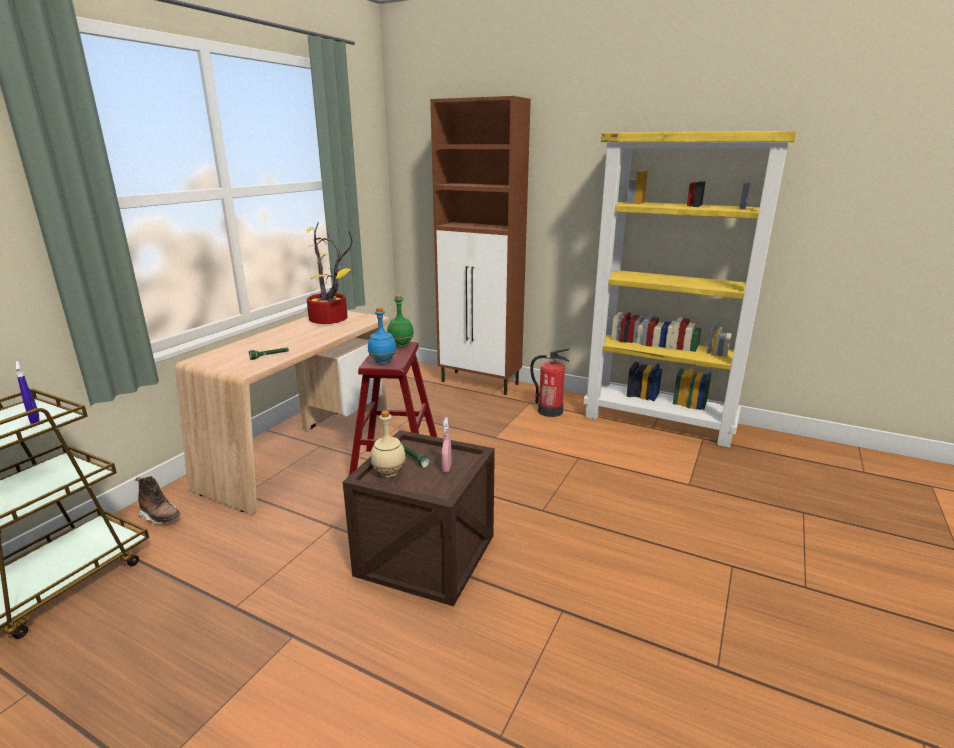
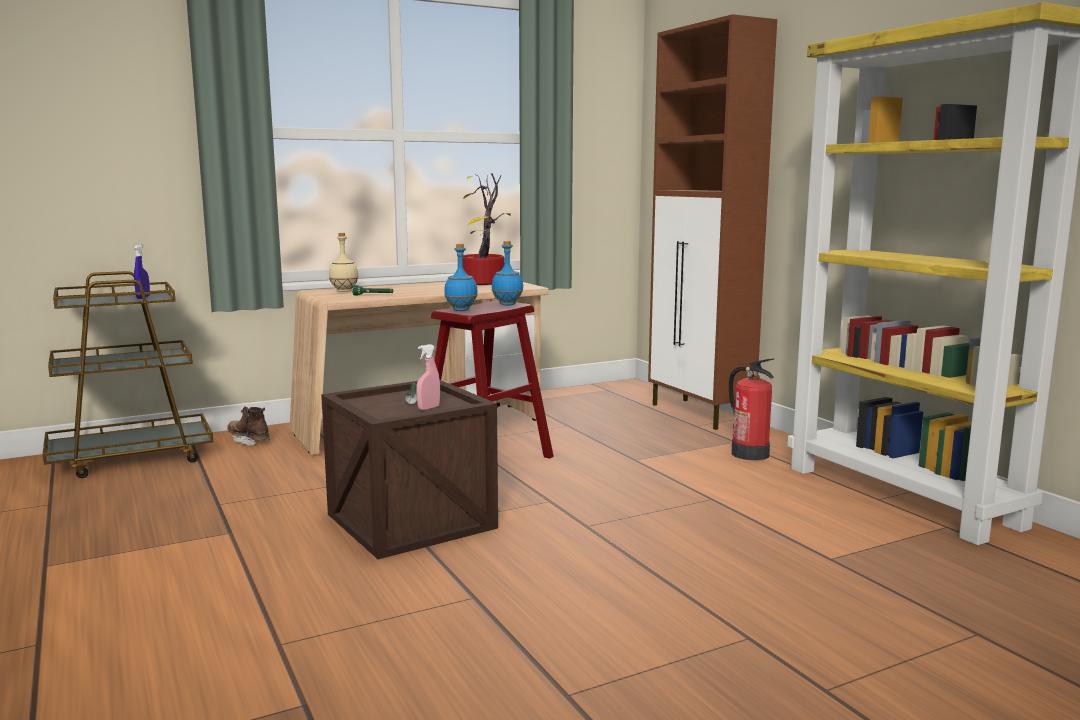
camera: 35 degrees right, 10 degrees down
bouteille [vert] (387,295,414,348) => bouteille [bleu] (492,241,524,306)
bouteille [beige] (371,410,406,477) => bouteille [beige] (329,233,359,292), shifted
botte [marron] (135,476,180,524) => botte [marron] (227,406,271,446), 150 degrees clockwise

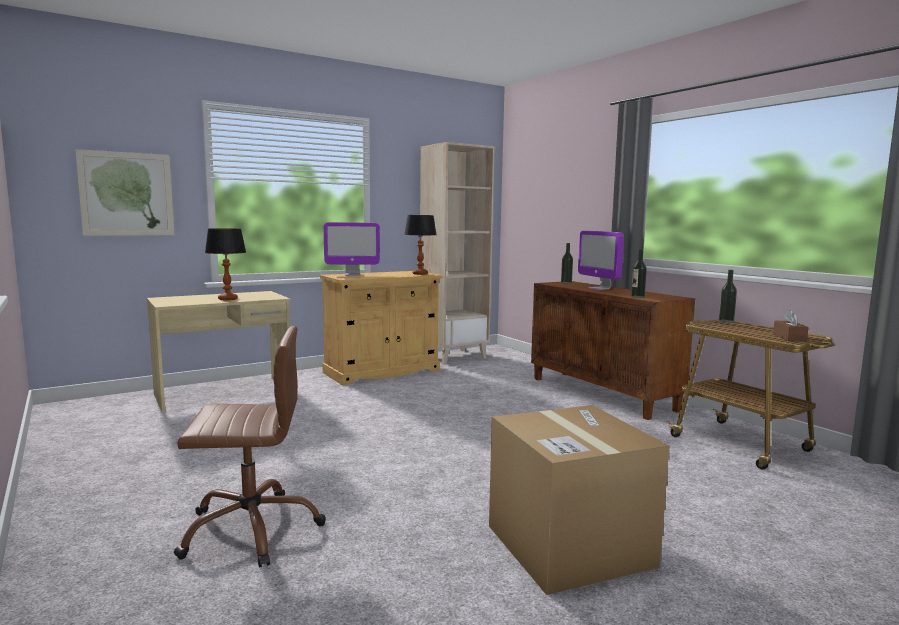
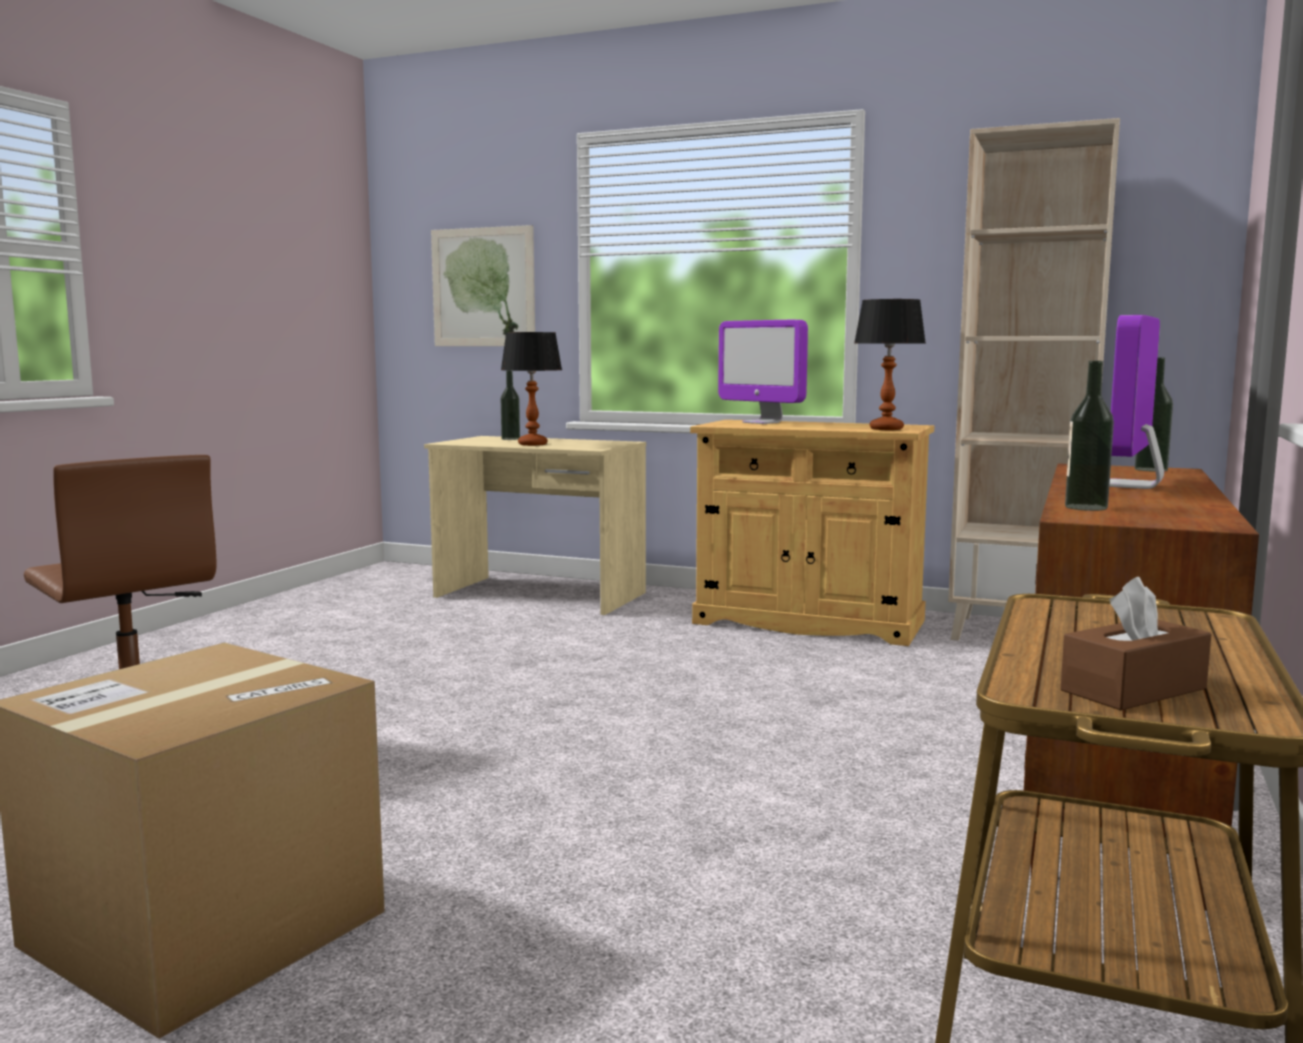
camera: 55 degrees right, 0 degrees up
bouteille (719,270,737,322) => bouteille (501,371,520,440), shifted

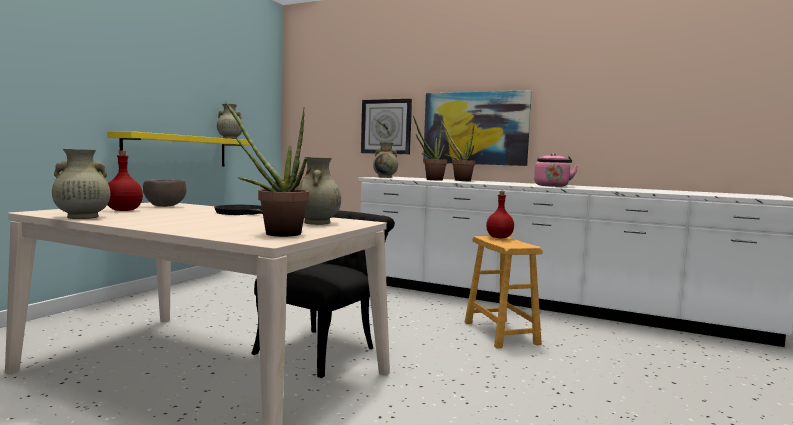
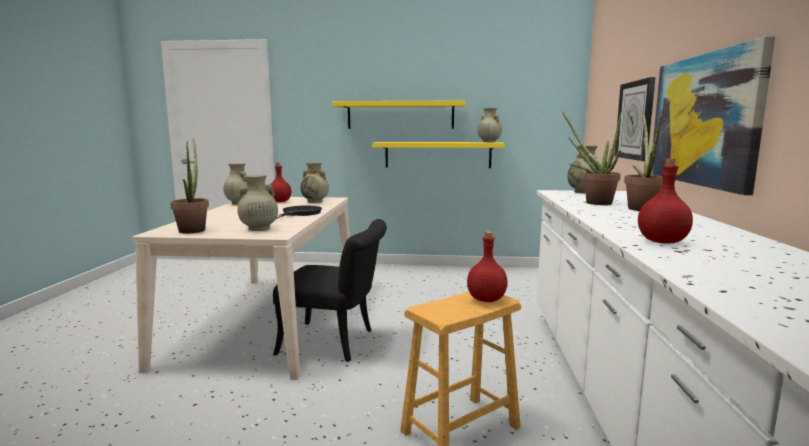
camera: 70 degrees right, 5 degrees up
bouilloire [rose] (534,153,578,187) => bouteille [rouge] (638,159,693,243)
bol [marron] (143,179,187,207) => vase [beige] (300,162,329,203)
nothing => étagère [jaune] (332,100,465,129)

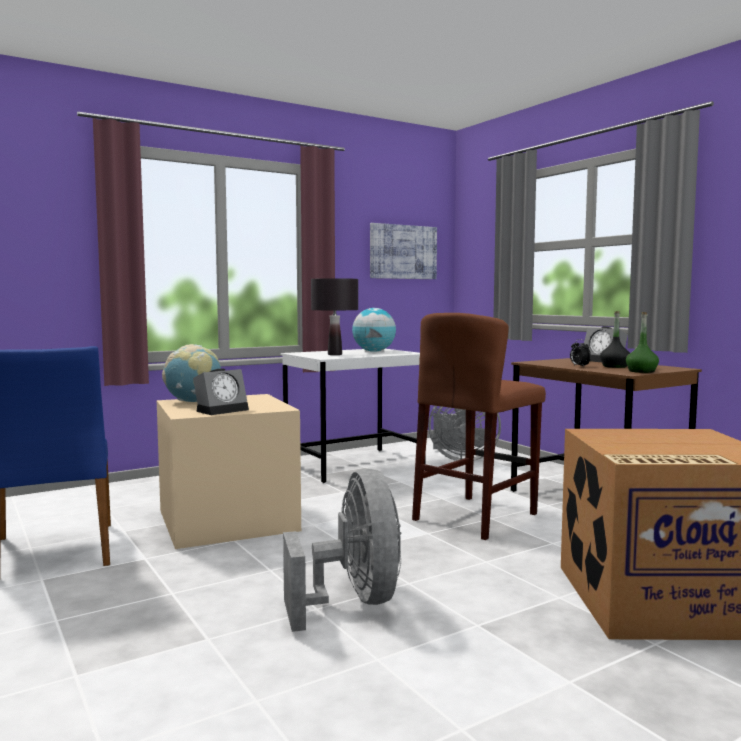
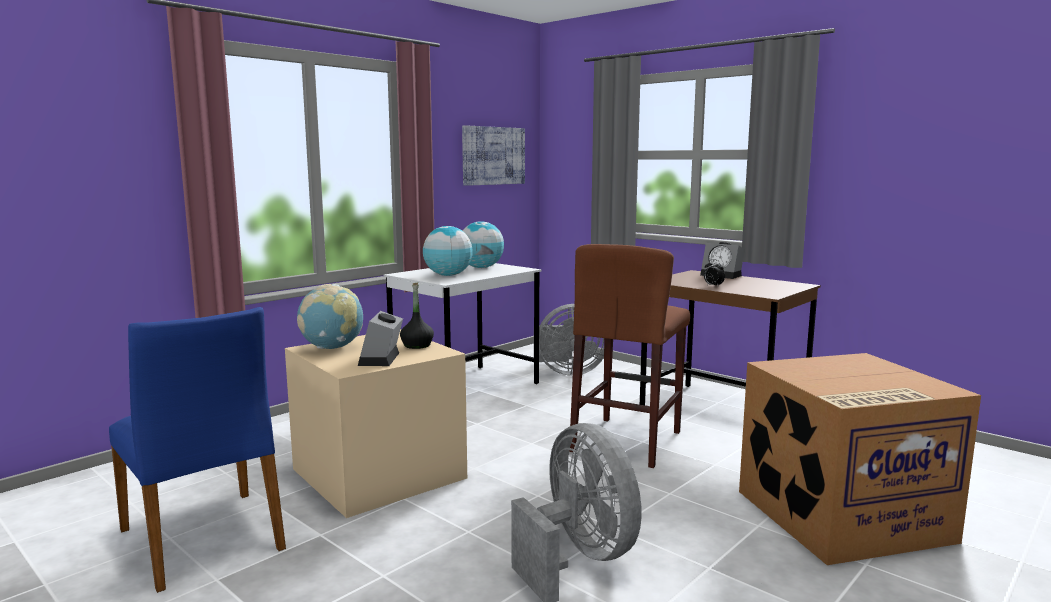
camera: 15 degrees left, 5 degrees up
lampe de table [noir] (311,278,358,355) => globe (423,226,473,276)
bouteille [noir] (600,311,630,368) => bouteille [noir] (400,283,434,349), shifted
bouteille [vert] (626,312,659,373) => nothing
réveil (193,368,249,415) => réveil (358,311,403,366), 150 degrees clockwise

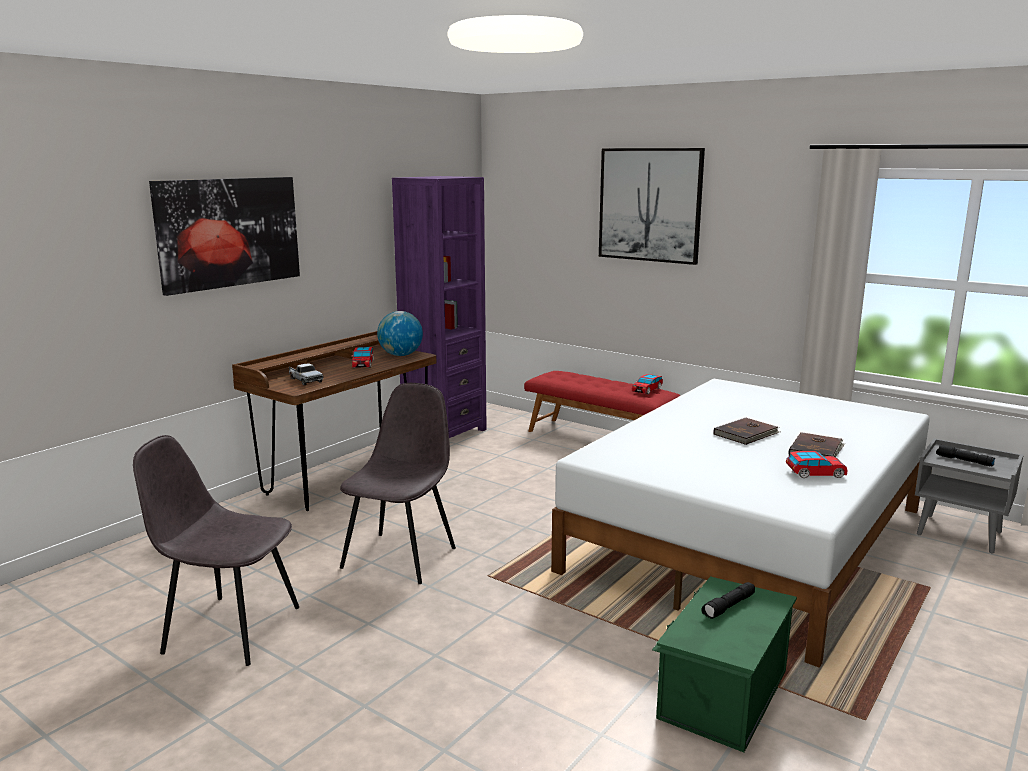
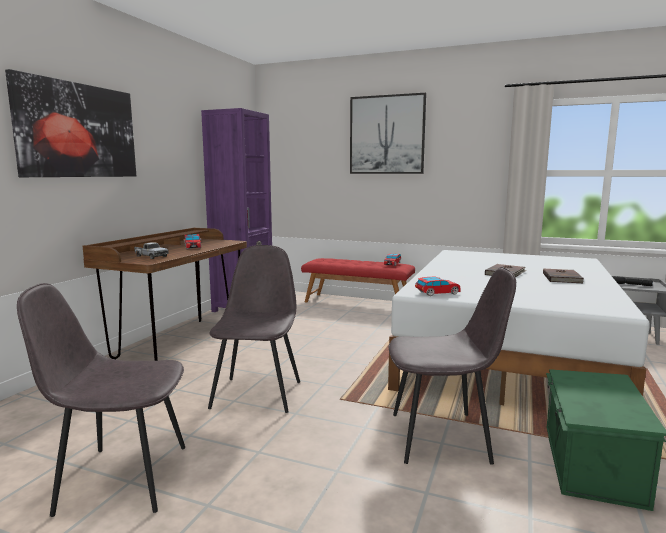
camera: 15 degrees left, 5 degrees down
globe (377,311,423,356) => nothing
petite voiture (786,451,847,478) => petite voiture (415,276,460,296), shifted
lampe de poche [noir] (701,582,755,619) => nothing
nothing => chaise [gris] (389,267,516,465)

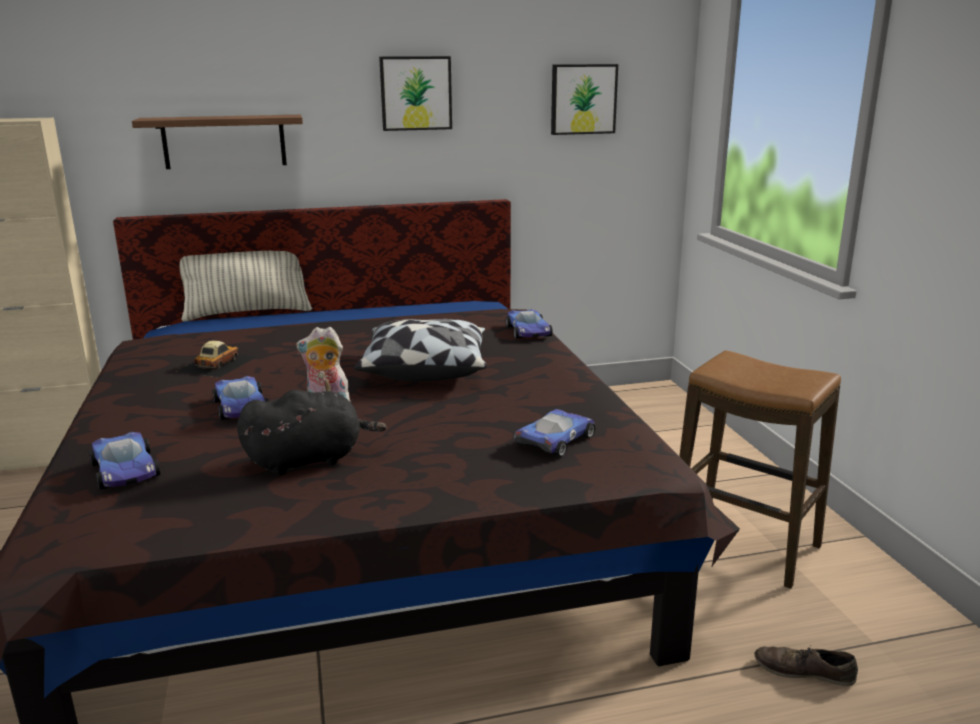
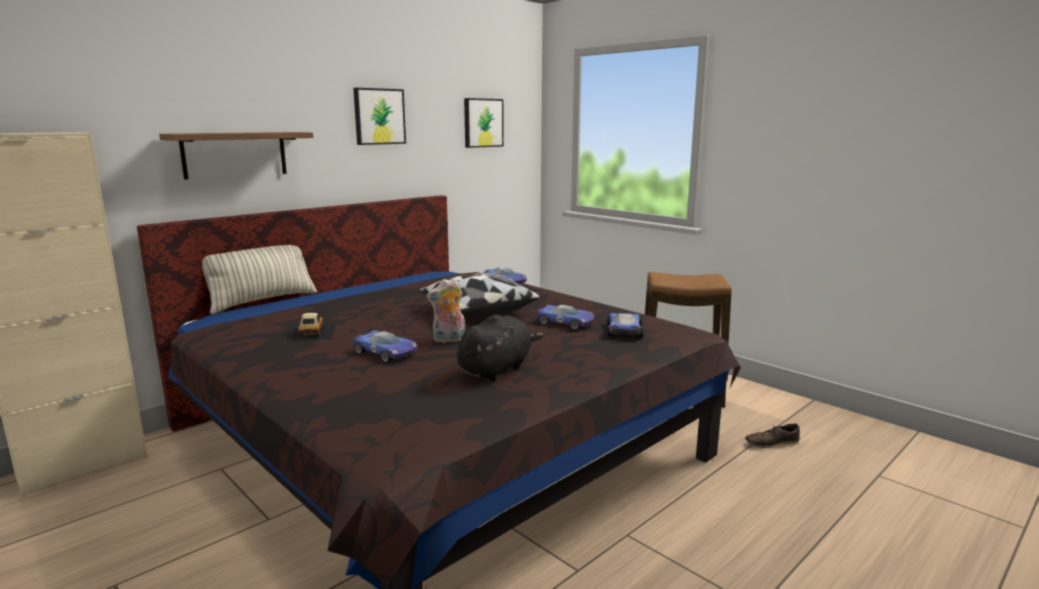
camera: 30 degrees left, 5 degrees down
petite voiture (89,432,161,490) => petite voiture (536,304,594,330), shifted

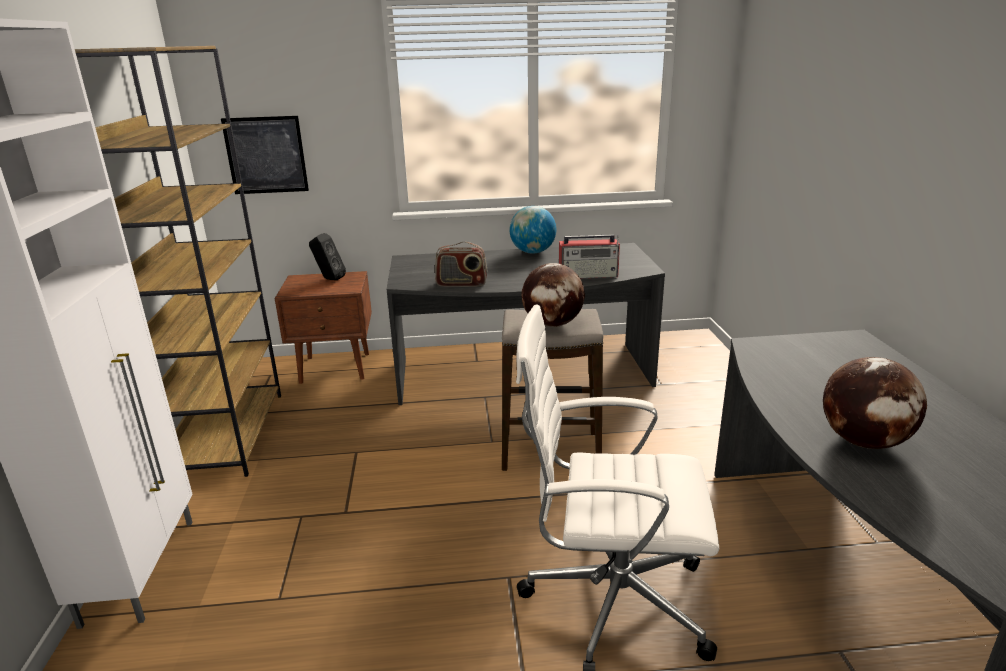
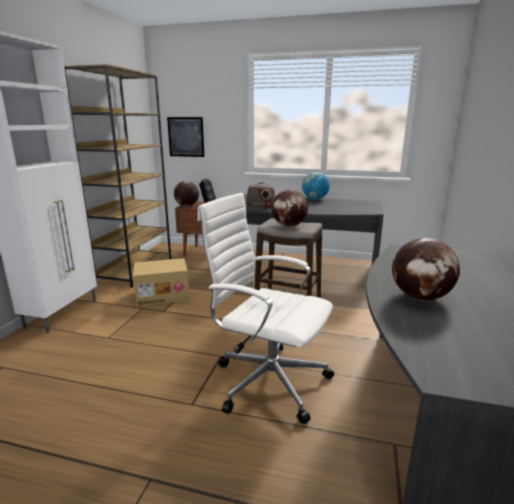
camera: 20 degrees right, 5 degrees down
radio (559,234,620,278) => nothing
nothing => globe (174,181,199,207)
nothing => carton (133,258,190,307)

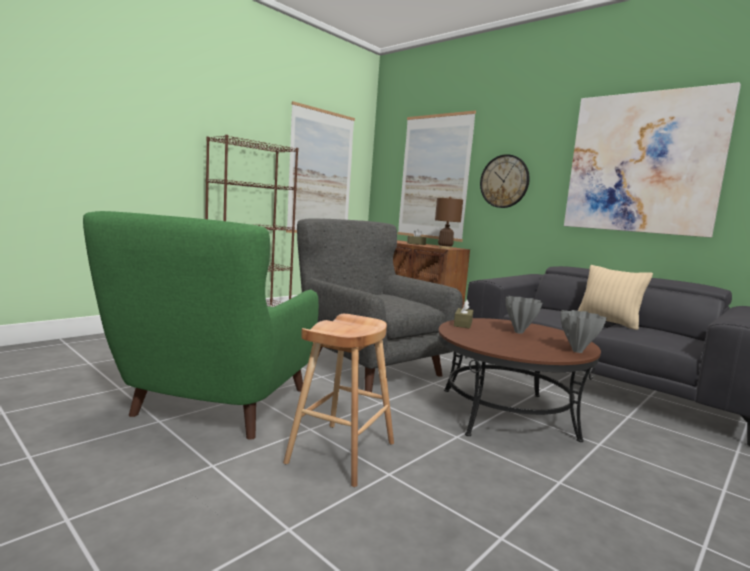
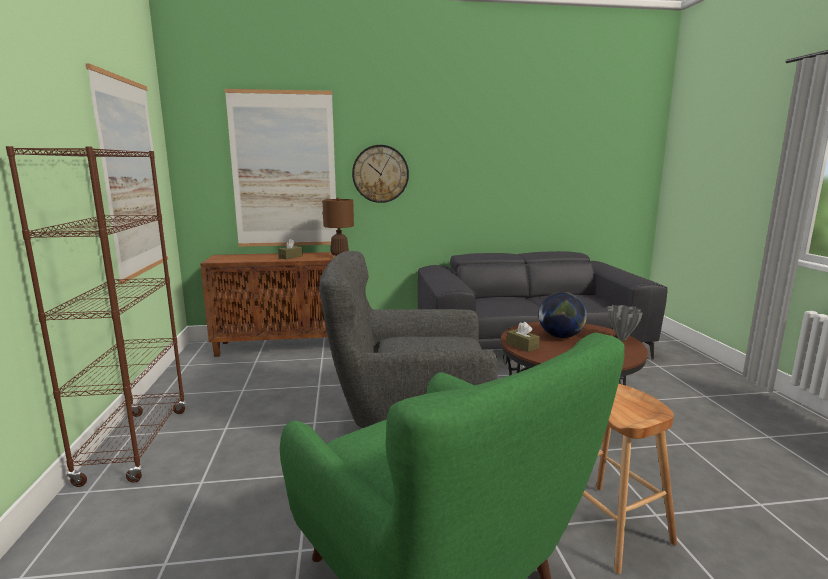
camera: 50 degrees left, 5 degrees up
tableau (564,82,741,238) => nothing
coussin [beige] (578,265,653,330) => nothing
vase [gris] (506,296,542,334) => globe (539,292,587,338)

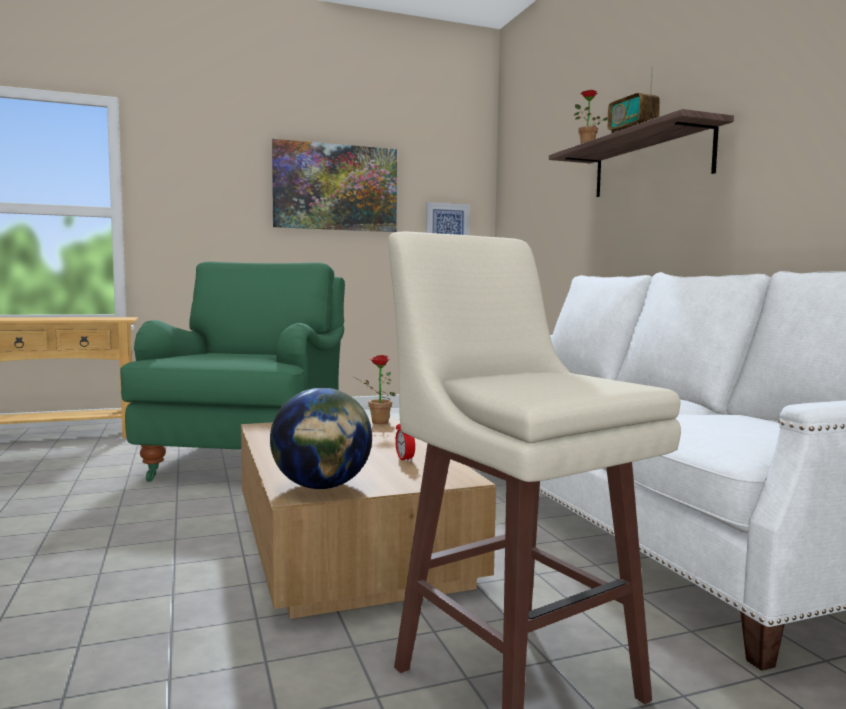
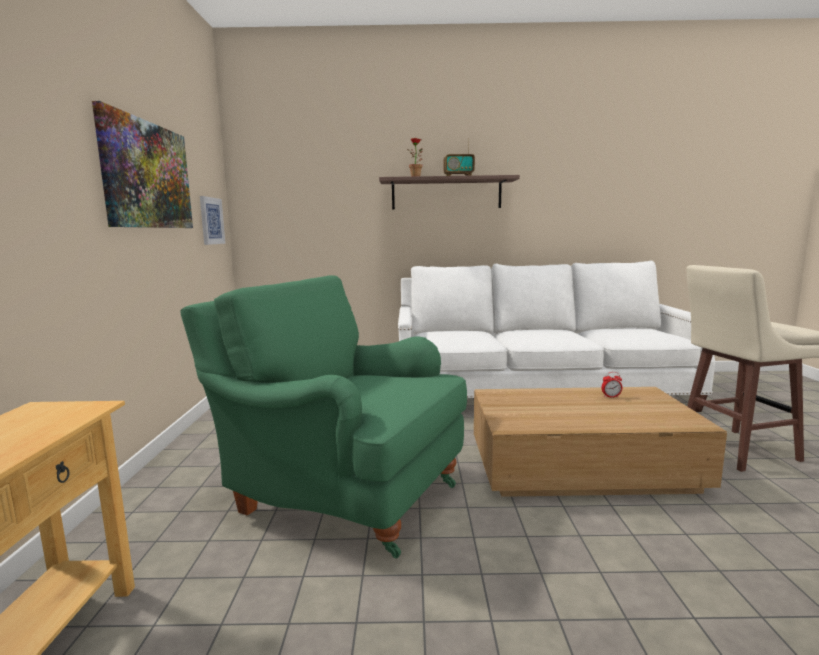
camera: 70 degrees left, 5 degrees up
plante en pot (354,355,395,424) => nothing
globe (270,388,372,489) => nothing

